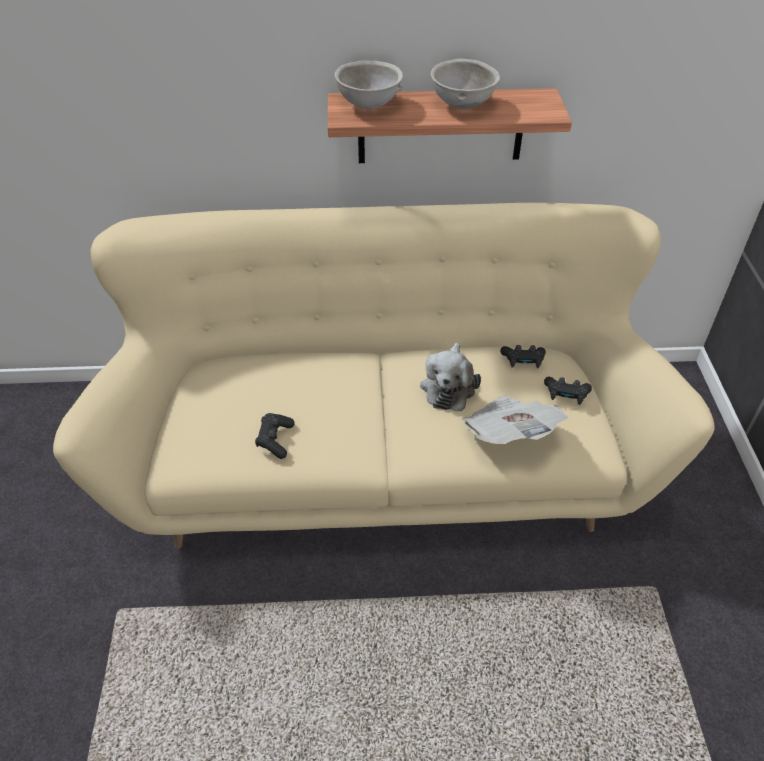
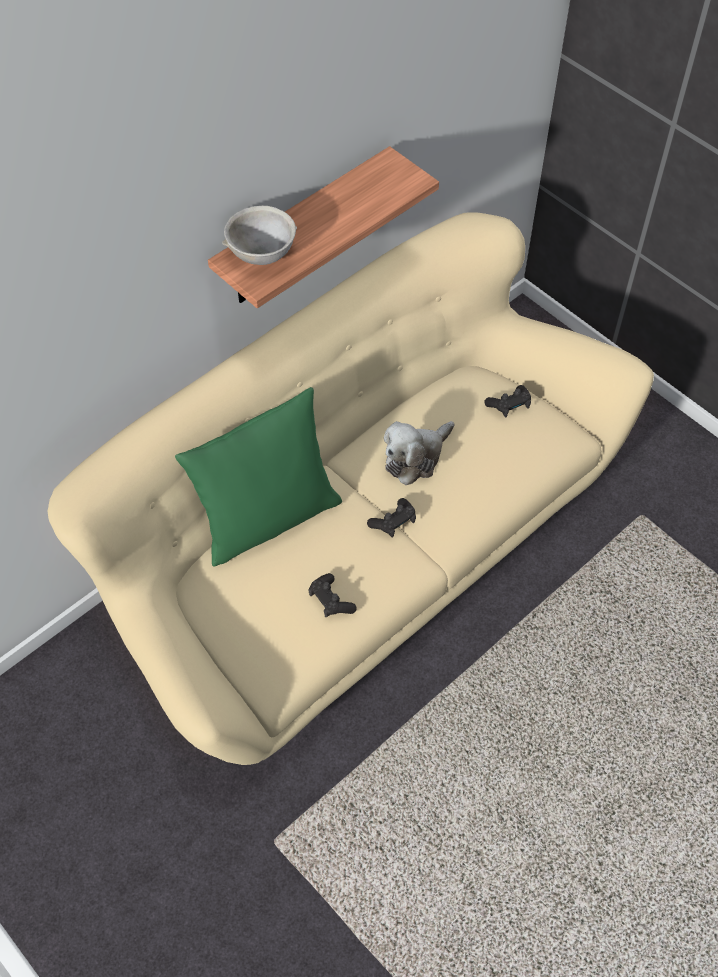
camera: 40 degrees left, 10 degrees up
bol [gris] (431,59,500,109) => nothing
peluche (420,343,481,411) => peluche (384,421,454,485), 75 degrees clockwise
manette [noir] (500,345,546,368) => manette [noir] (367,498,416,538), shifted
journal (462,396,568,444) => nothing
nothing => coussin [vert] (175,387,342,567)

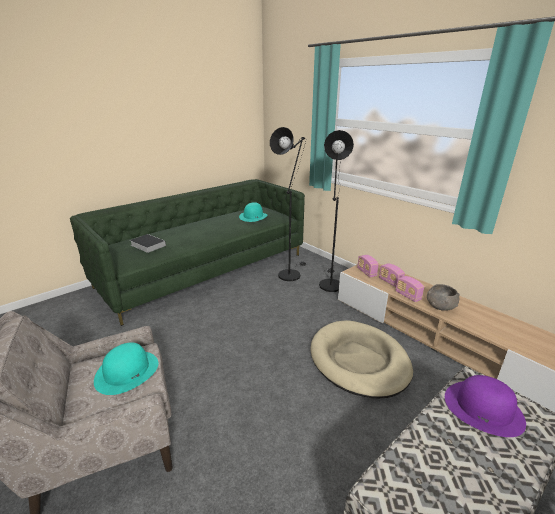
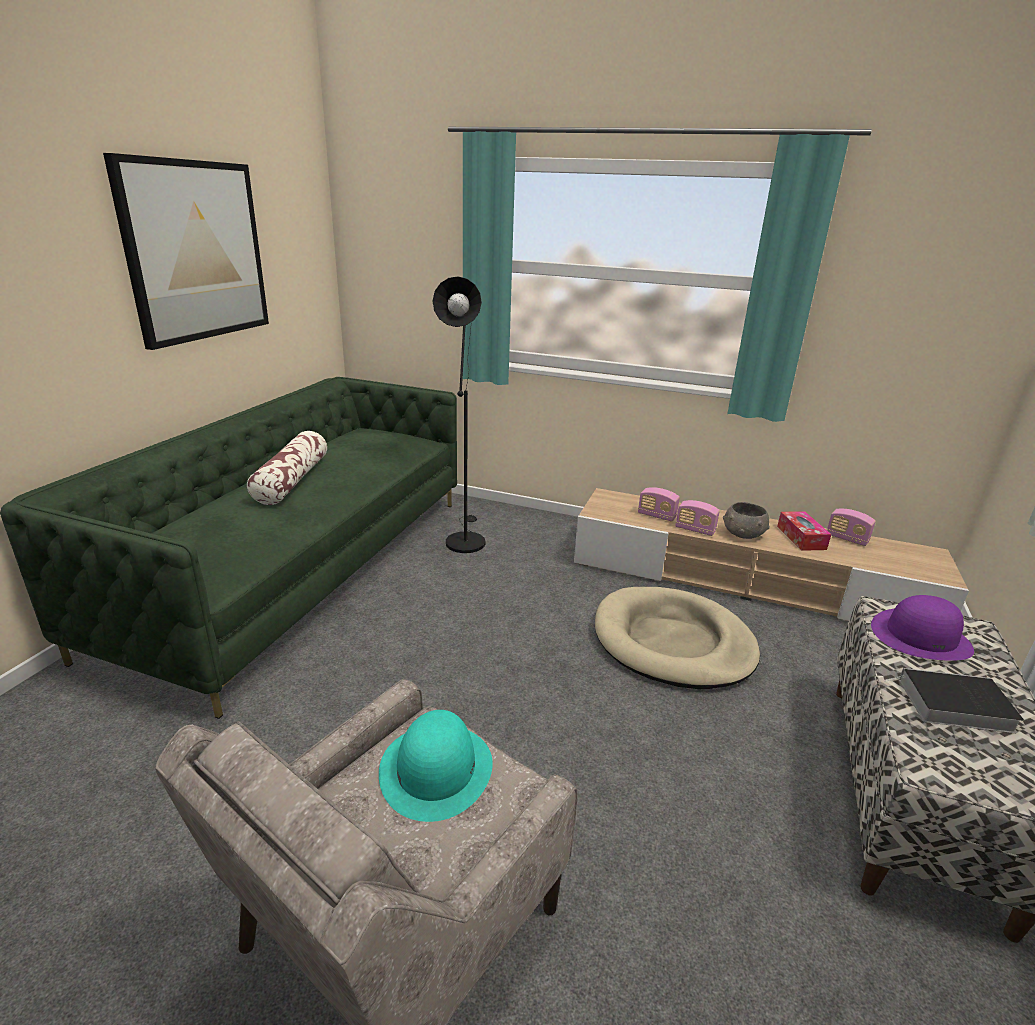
camera: 30 degrees left, 0 degrees up
lampadaire [noir] (319,130,354,292) => nothing
chapeau [turquoise] (239,202,268,222) => nothing
livre (130,234,166,253) => livre (884,668,1024,733), shifted
radio (357,255,379,277) => radio (827,509,876,546), shifted
nothing => tableau (103,153,269,350)
nothing => coussin (247,431,327,505)
nothing => boîte à mouchoirs (777,511,831,551)

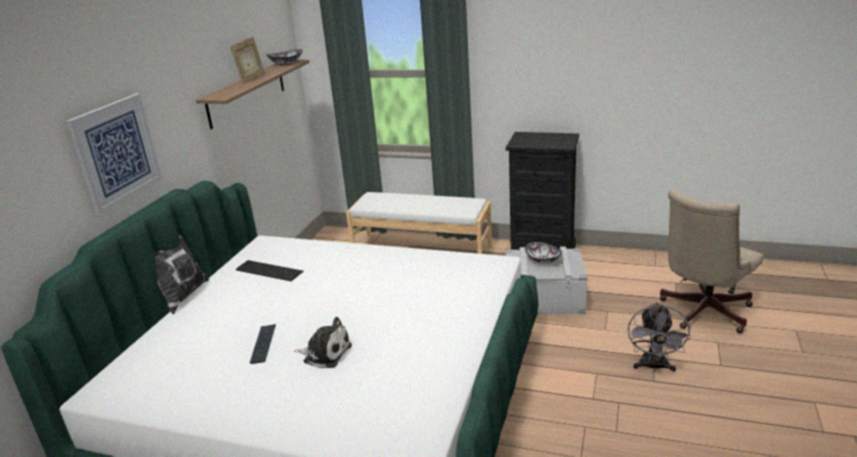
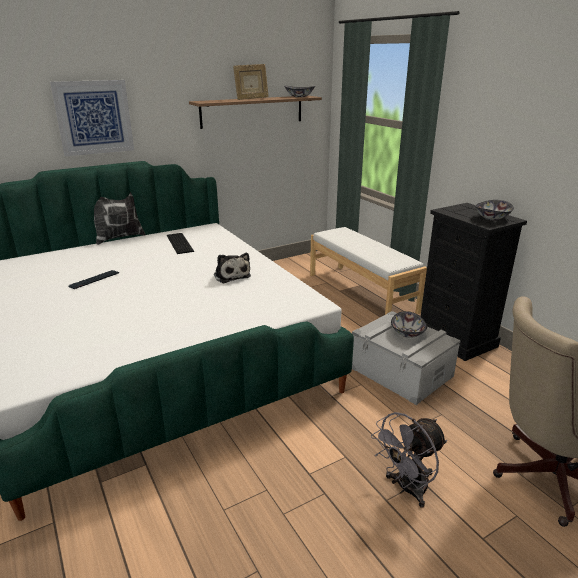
camera: 40 degrees right, 0 degrees up
peluche (294,317,352,368) => peluche (214,253,251,283), shifted
nothing => bol (475,200,514,220)

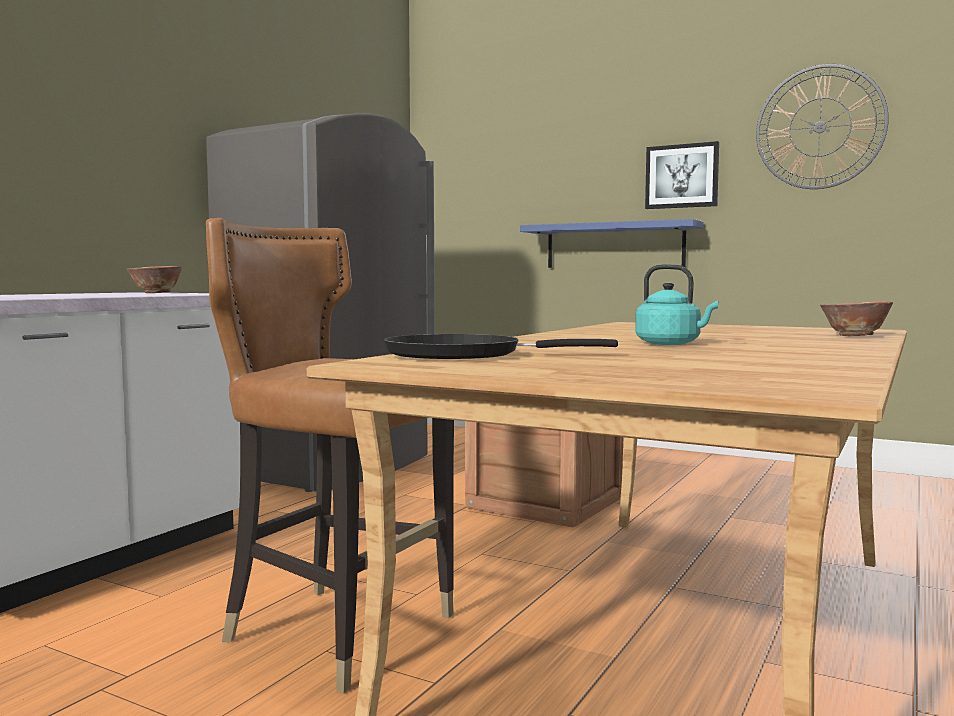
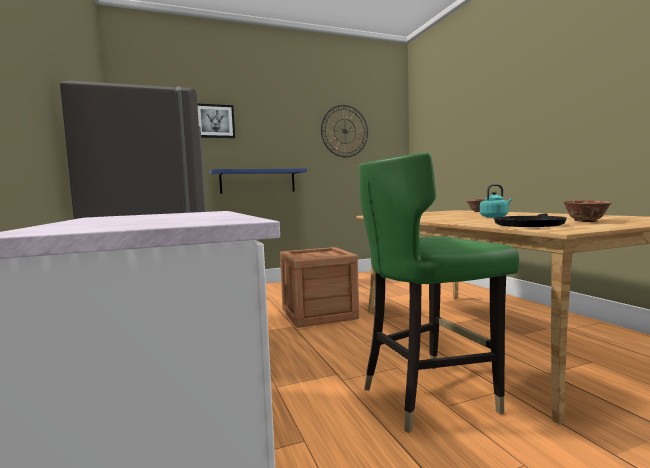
camera: 50 degrees left, 0 degrees up
tableau (645,141,719,209) => tableau (197,103,235,138), shifted
chaise [marron] (206,218,454,693) => chaise [vert] (358,153,519,433)
bol (126,266,183,293) => bol (564,200,612,222), shifted

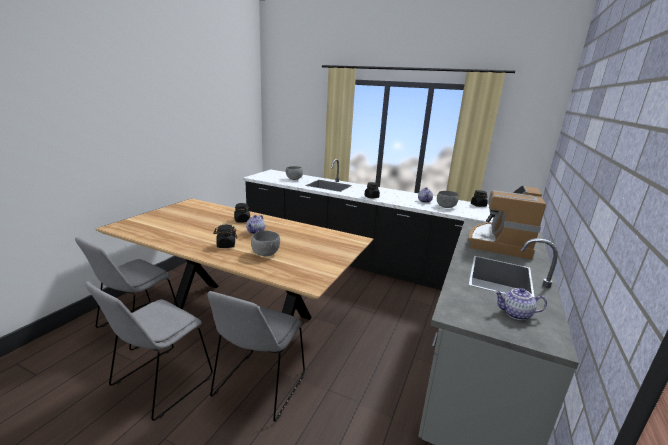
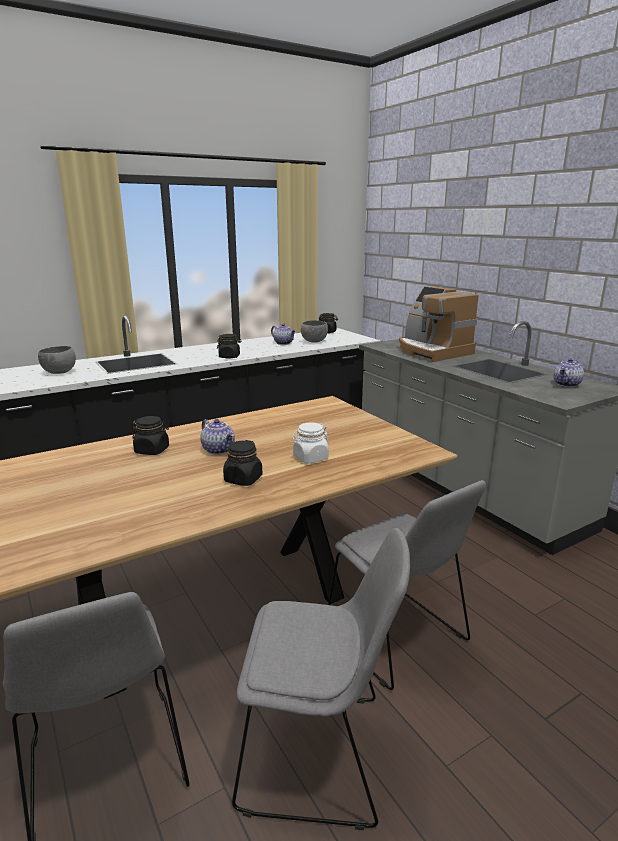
camera: 55 degrees left, 0 degrees up
bol [gris] (251,230,280,256) => bocal [blanc] (292,422,329,464)
chaise [gris] (85,281,213,421) => chaise [gris] (232,528,410,830), 60 degrees counterclockwise

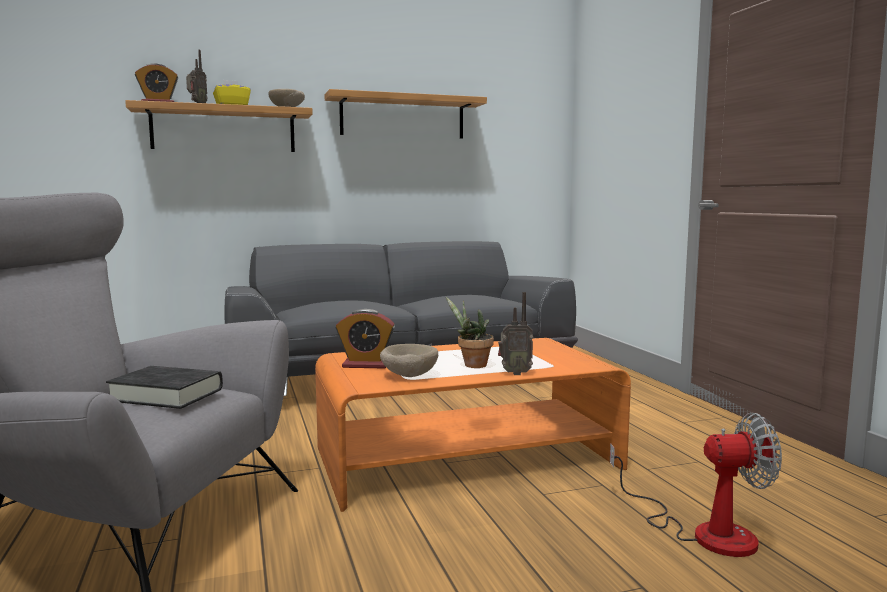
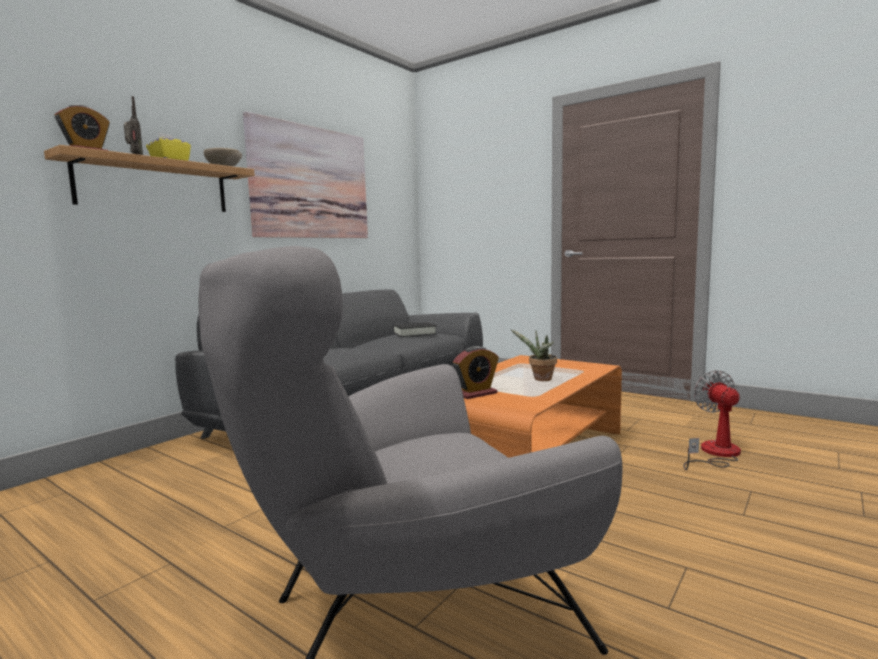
camera: 35 degrees left, 0 degrees up
étagère (325,89,487,139) => tableau (243,112,368,238)
radio (498,292,533,375) => nothing
bol [beige] (380,344,438,377) => nothing
livre [noir] (106,366,223,409) => livre [noir] (393,322,437,337), shifted
ventilateur (610,413,782,557) => ventilateur (683,370,741,470), 60 degrees counterclockwise

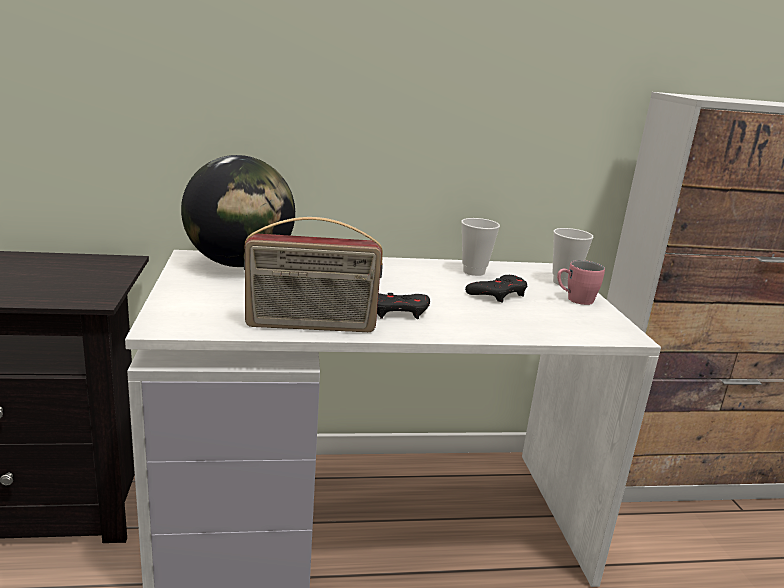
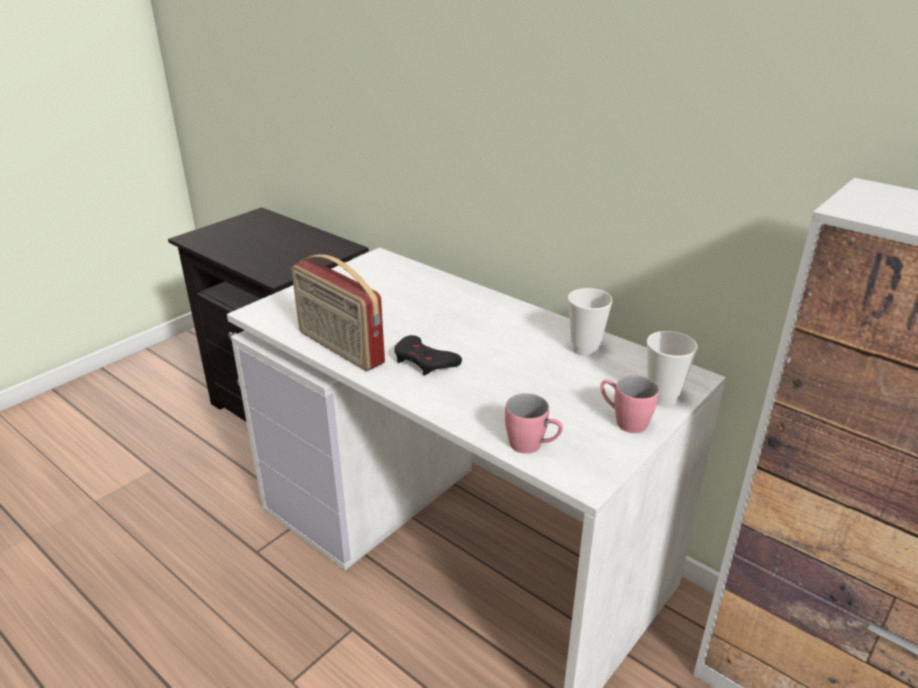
camera: 50 degrees right, 10 degrees up
globe (181,155,295,267) => nothing
manette [noir] (465,275,528,303) => nothing
nothing => mug [rose] (505,393,563,454)

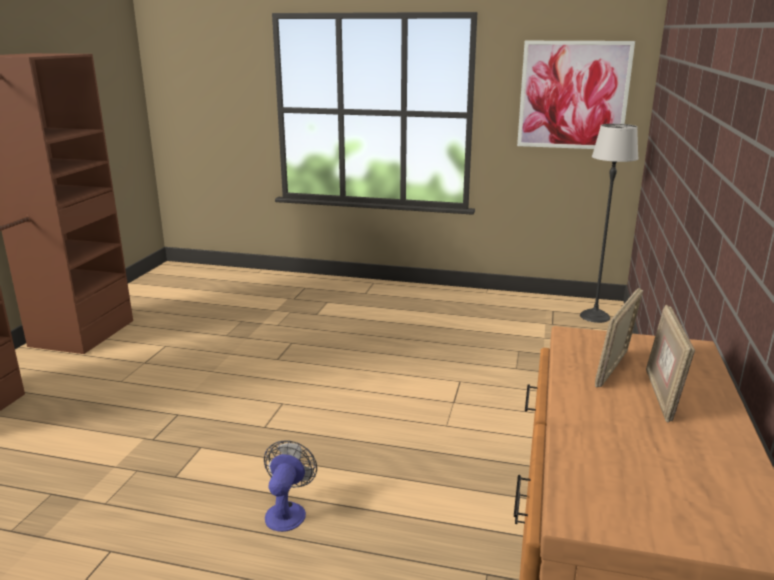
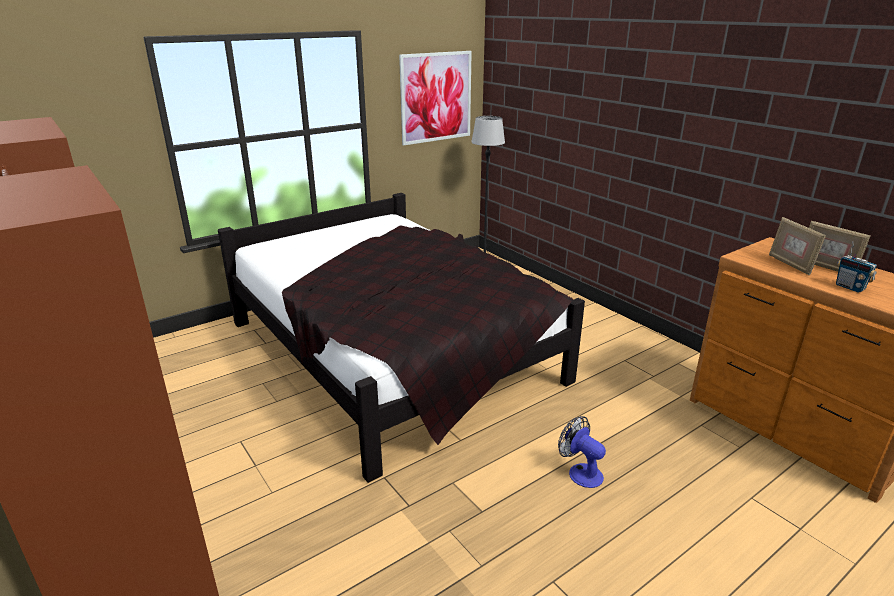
camera: 50 degrees left, 5 degrees up
nothing => lit [noir] (218,193,585,483)
nothing => radio (836,241,877,292)

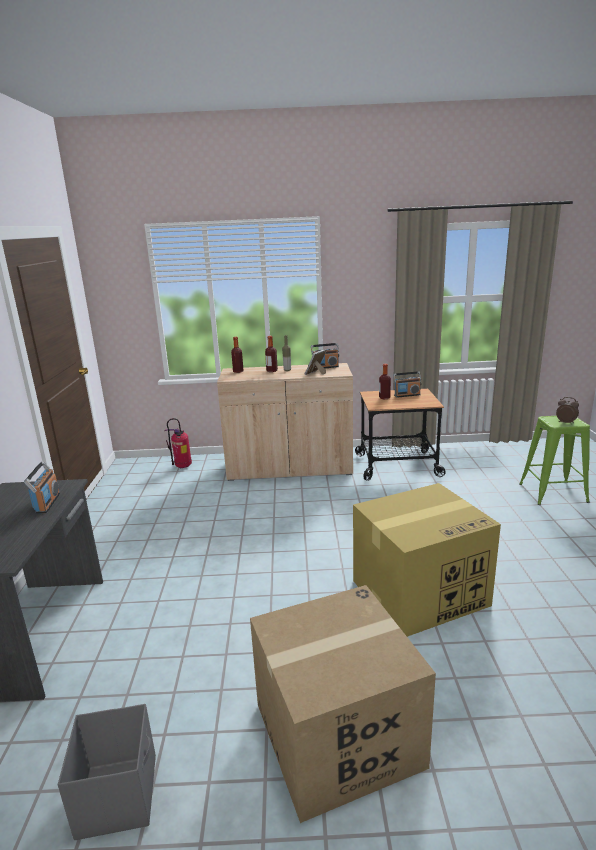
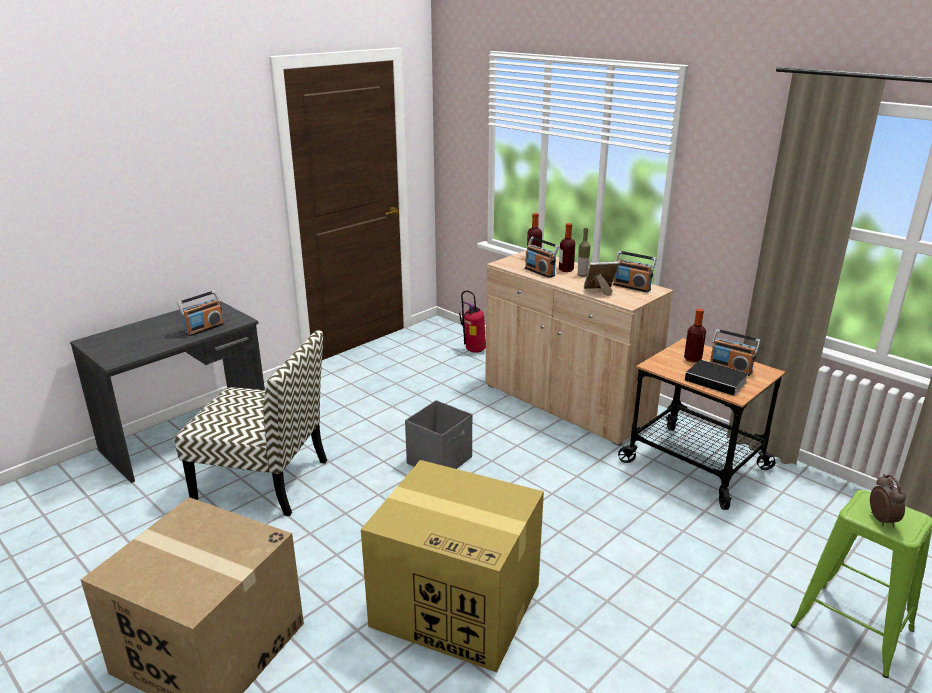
camera: 45 degrees right, 5 degrees up
boîte de rangement [gris] (58,704,156,840) => boîte de rangement [gris] (405,400,472,469), shifted
nothing => radio (525,237,559,278)
nothing => chaise (174,330,327,516)
nothing => livre (685,360,748,398)

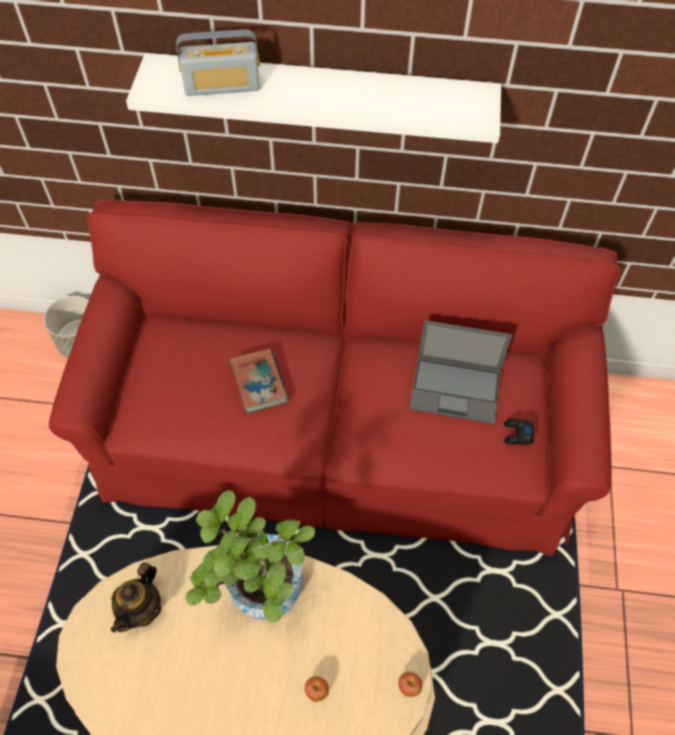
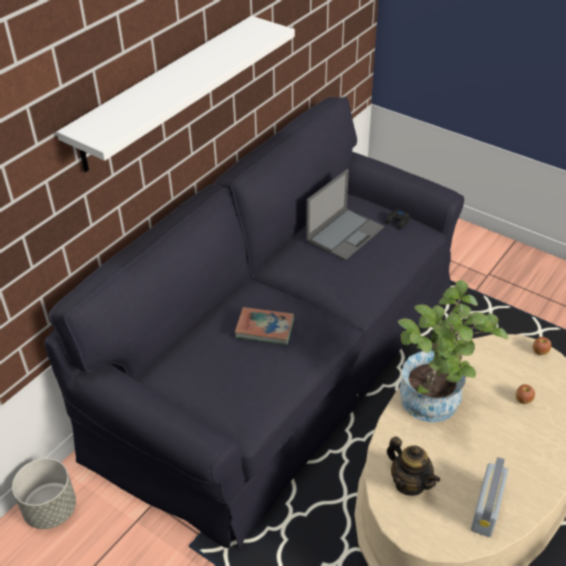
camera: 60 degrees left, 15 degrees down
radio (176,29,260,96) => radio (471,457,508,537), shifted
canapé [rouge] (49,200,620,556) => canapé [noir] (44,97,464,548)

